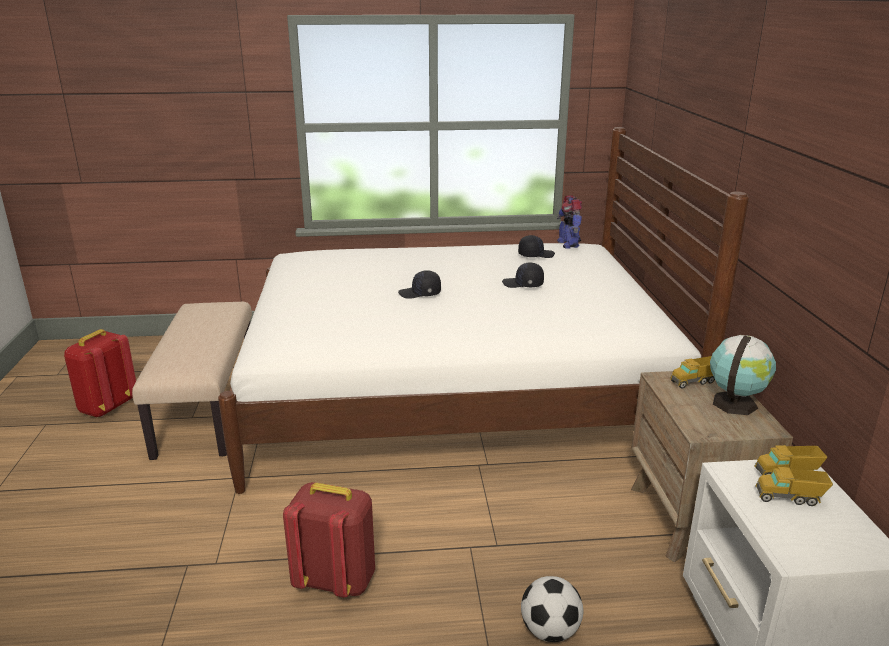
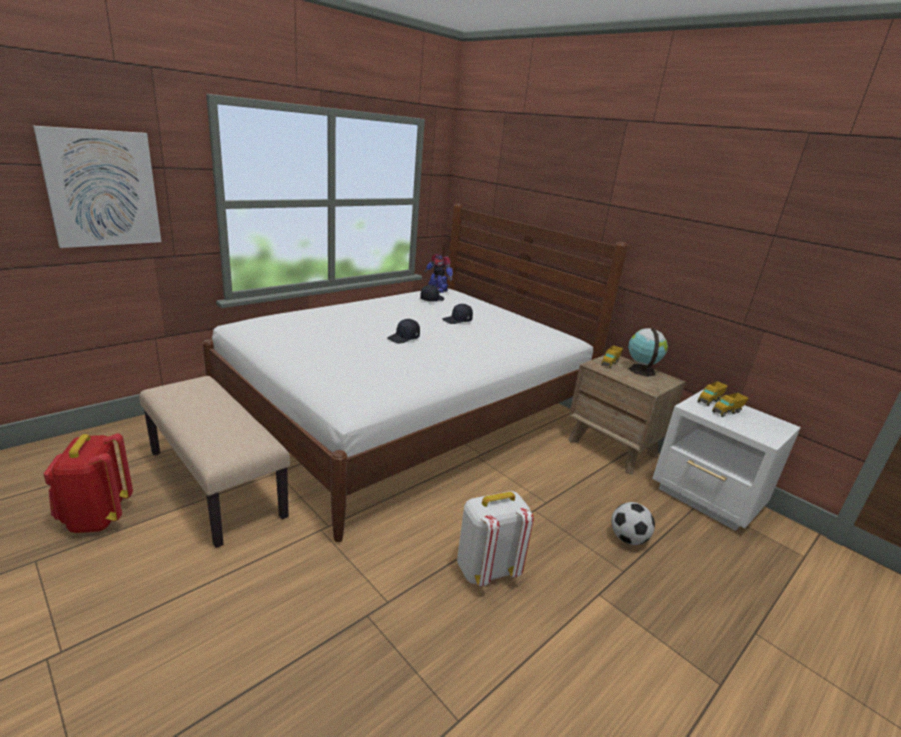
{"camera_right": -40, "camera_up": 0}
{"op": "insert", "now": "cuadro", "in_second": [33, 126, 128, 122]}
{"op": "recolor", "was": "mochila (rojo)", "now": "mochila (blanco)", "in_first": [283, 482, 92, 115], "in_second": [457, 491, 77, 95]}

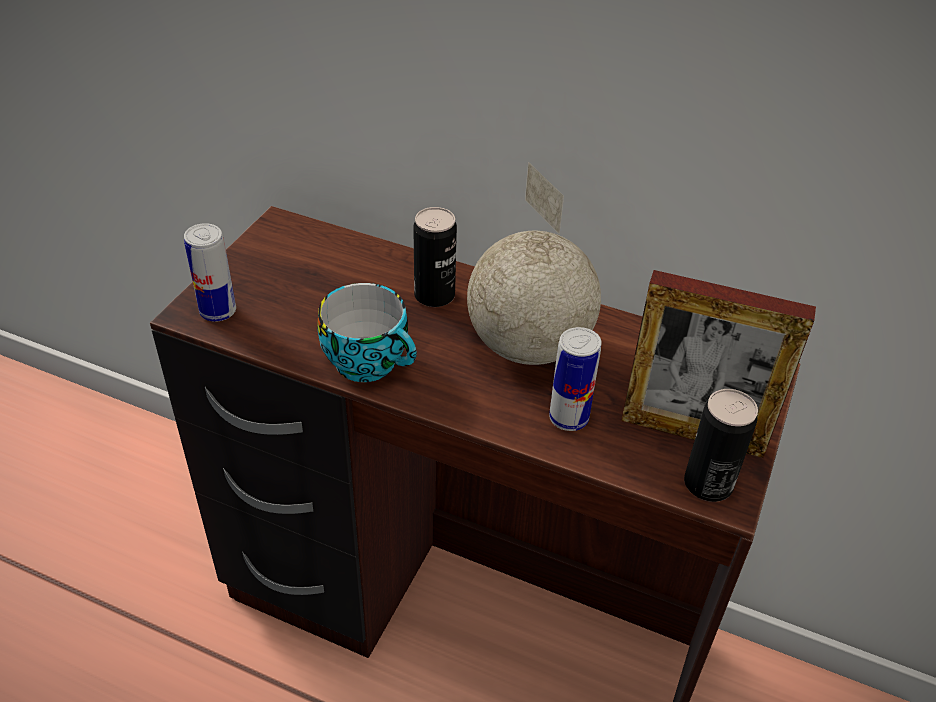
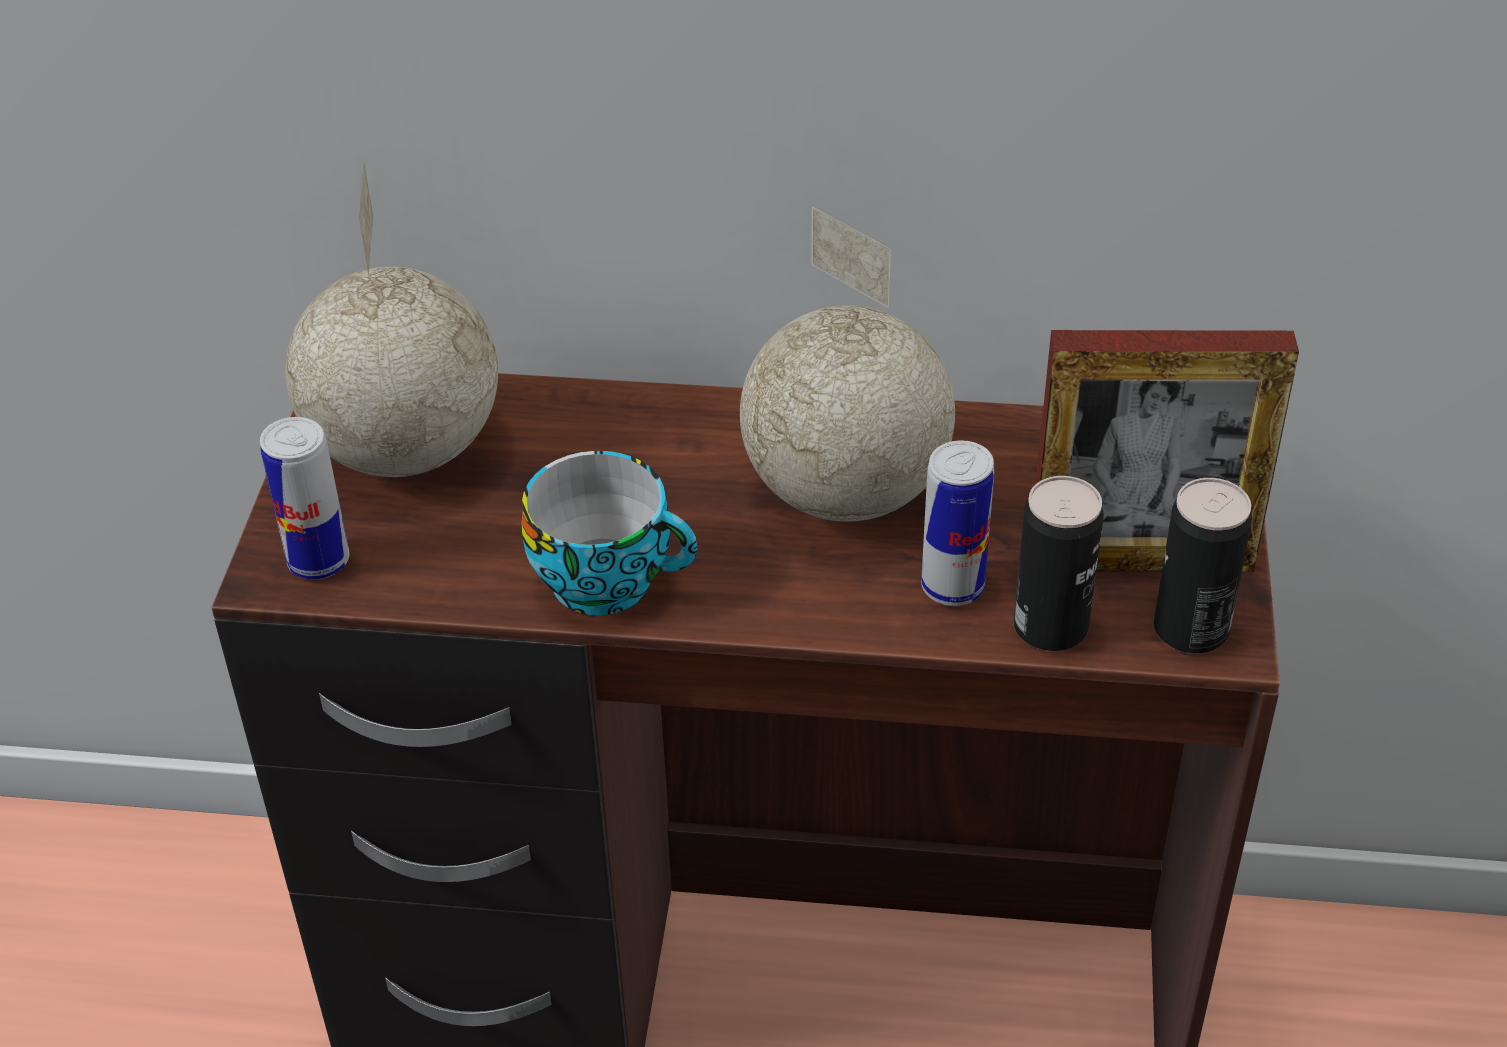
{"camera_right": -15, "camera_up": 0}
{"op": "insert", "now": "globo terráqueo", "in_second": [286, 162, 212, 315]}
{"op": "move", "was": "lata", "in_first": [413, 207, 44, 100], "in_second": [1013, 476, 91, 175]}

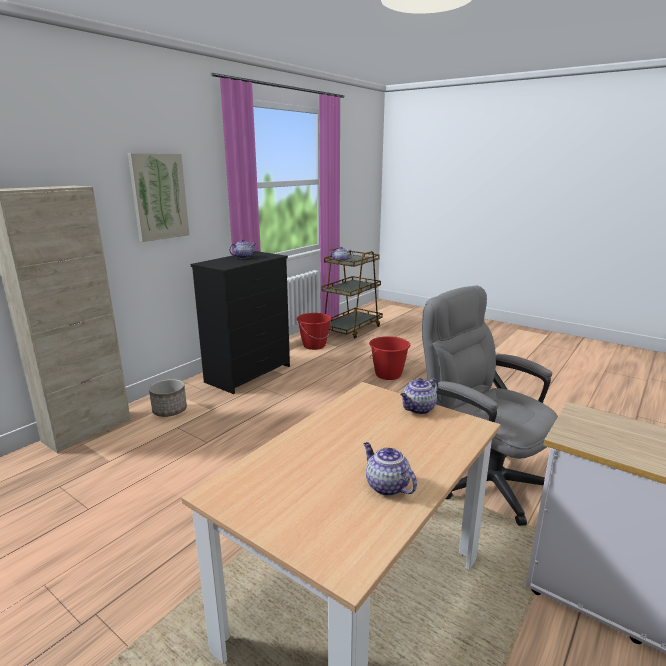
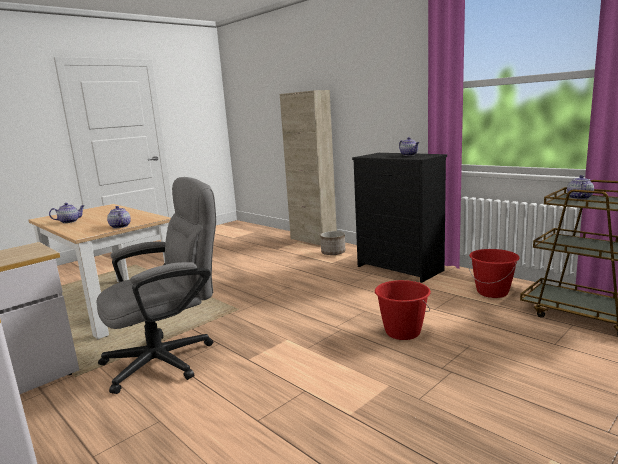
{"camera_right": 100, "camera_up": -5}
{"op": "delete", "was": "cuadro", "in_first": [128, 153, 61, 89]}

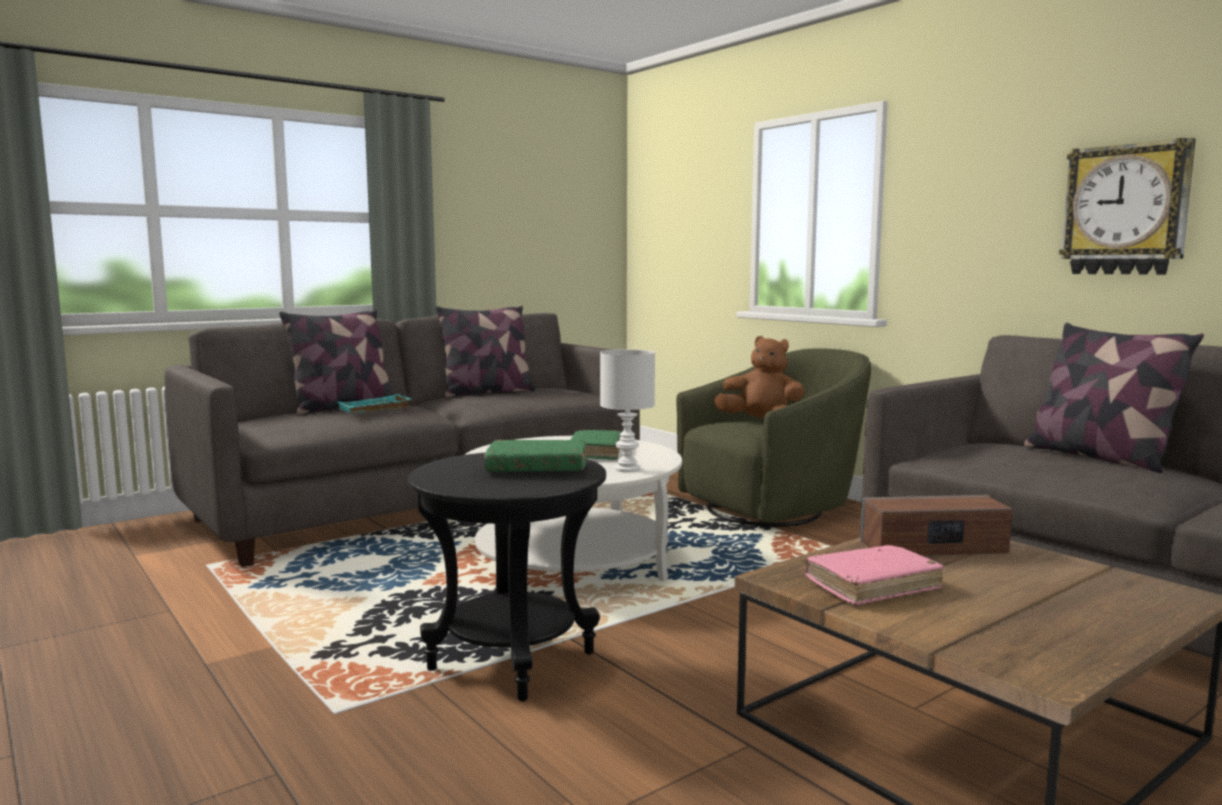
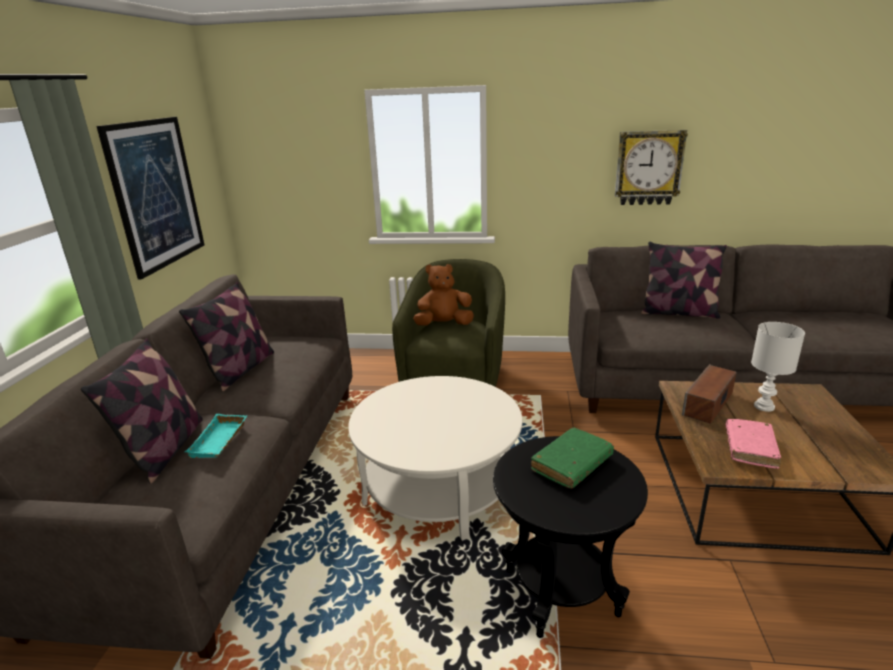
{"camera_right": -45, "camera_up": 15}
{"op": "insert", "now": "cuadro", "in_second": [96, 117, 108, 162]}
{"op": "move", "was": "lámpara de mesa (blanco)", "in_first": [600, 349, 55, 124], "in_second": [751, 322, 54, 90]}
{"op": "delete", "was": "libro (verde)", "in_first": [571, 430, 50, 30]}

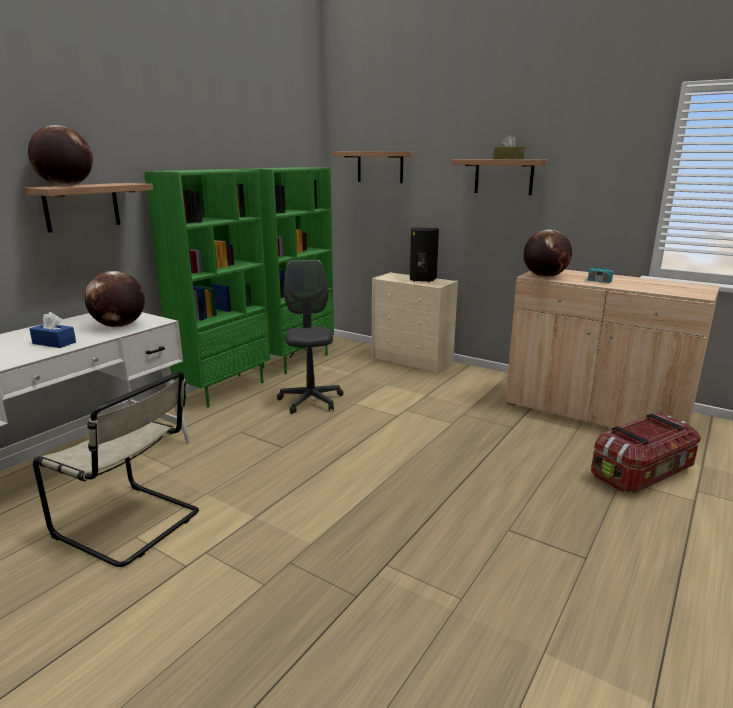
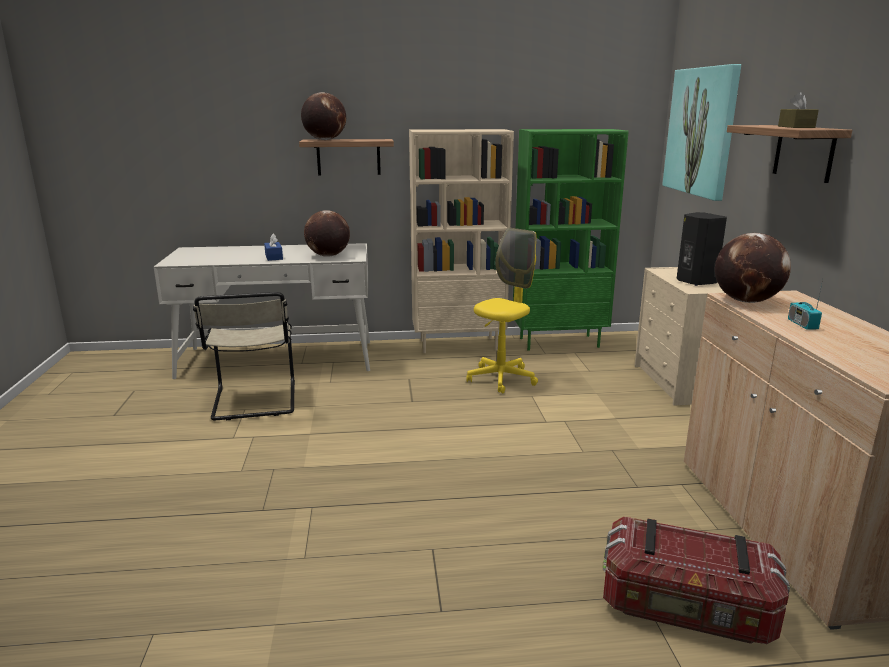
{"camera_right": 50, "camera_up": 0}
{"op": "recolor", "was": "estantería (verde)", "now": "estantería (beis)", "in_first": [144, 169, 126, 239], "in_second": [409, 129, 105, 224]}
{"op": "recolor", "was": "silla de oficina (gris)", "now": "silla de oficina (amarillo)", "in_first": [277, 260, 67, 154], "in_second": [466, 228, 72, 166]}
{"op": "replace", "was": "estante", "now": "cuadro", "in_first": [332, 151, 81, 32], "in_second": [662, 64, 79, 137]}

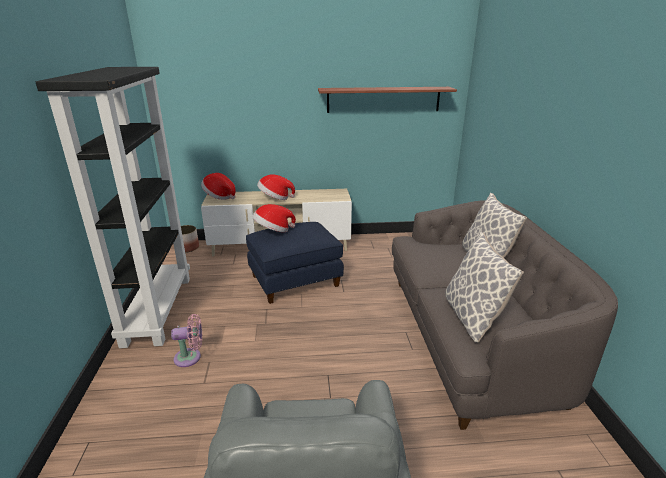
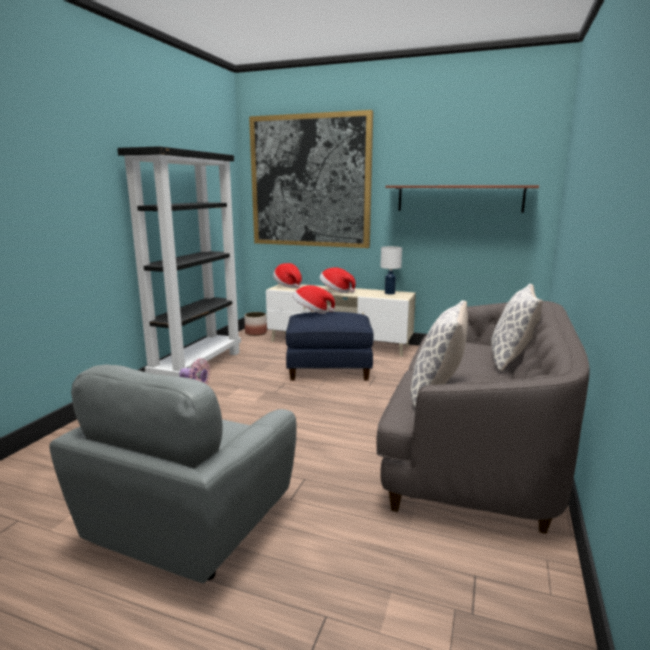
{"camera_right": 25, "camera_up": -10}
{"op": "insert", "now": "cuadro", "in_second": [249, 110, 124, 138]}
{"op": "insert", "now": "lámpara de mesa (blanco)", "in_second": [380, 246, 22, 49]}

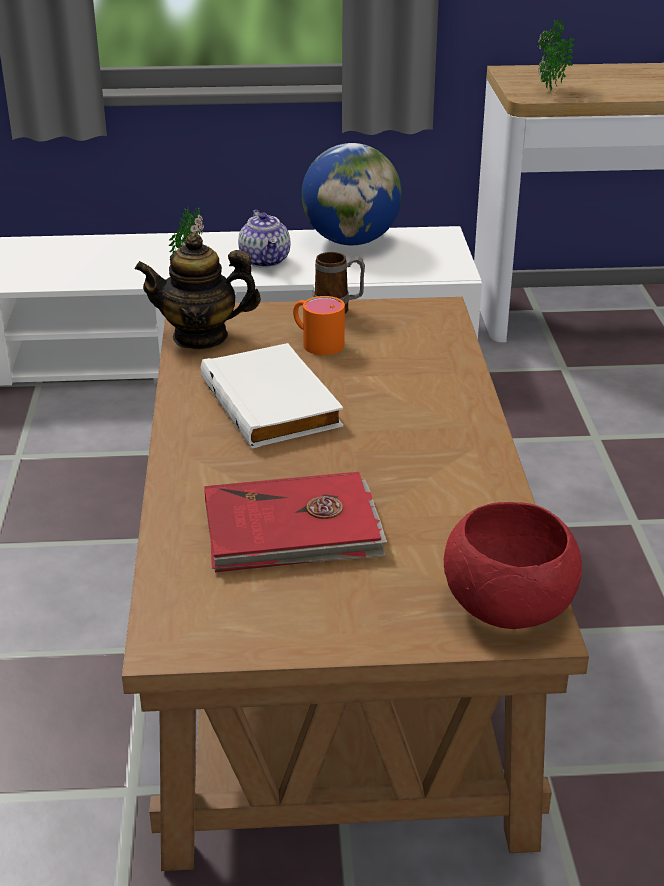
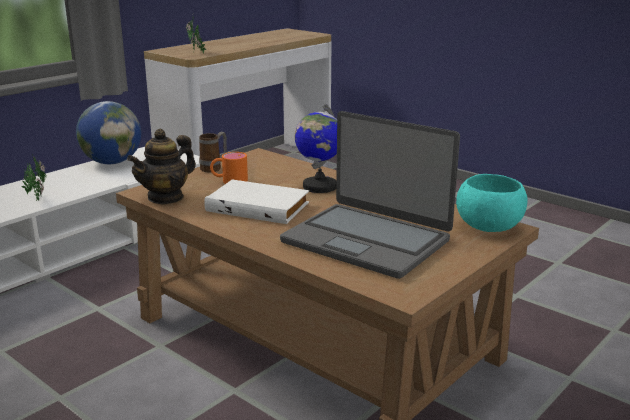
{"camera_right": -45, "camera_up": -10}
{"op": "replace", "was": "libro (rojo)", "now": "portátil", "in_first": [204, 472, 183, 100], "in_second": [280, 111, 180, 168]}
{"op": "insert", "now": "globo terráqueo", "in_second": [295, 104, 42, 89]}
{"op": "recolor", "was": "cuenco (rojo)", "now": "cuenco (turquesa)", "in_first": [444, 502, 138, 127], "in_second": [456, 174, 71, 58]}
{"op": "delete", "was": "tetera", "in_first": [238, 210, 52, 58]}

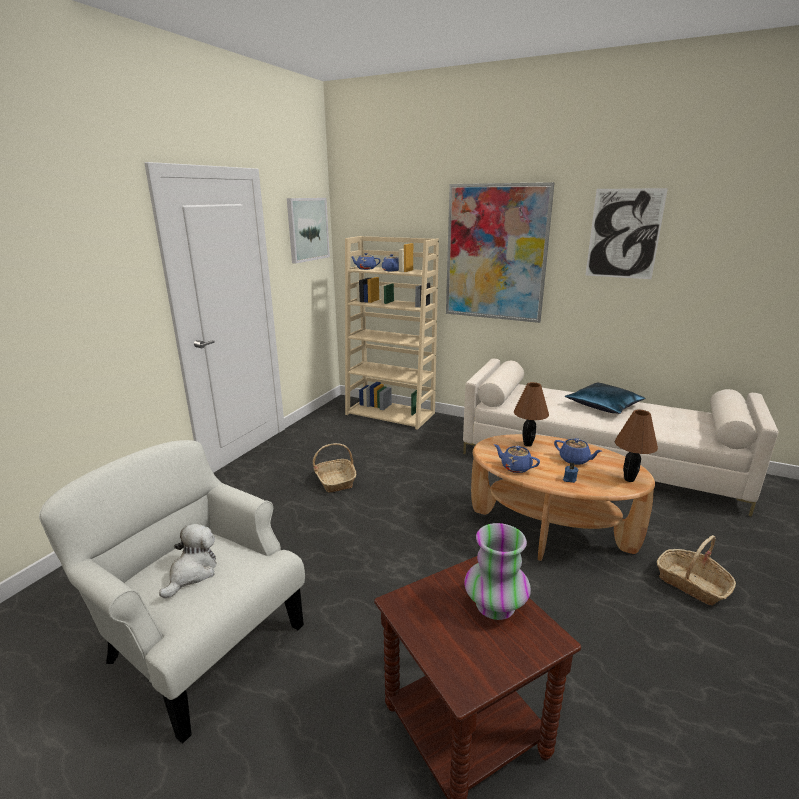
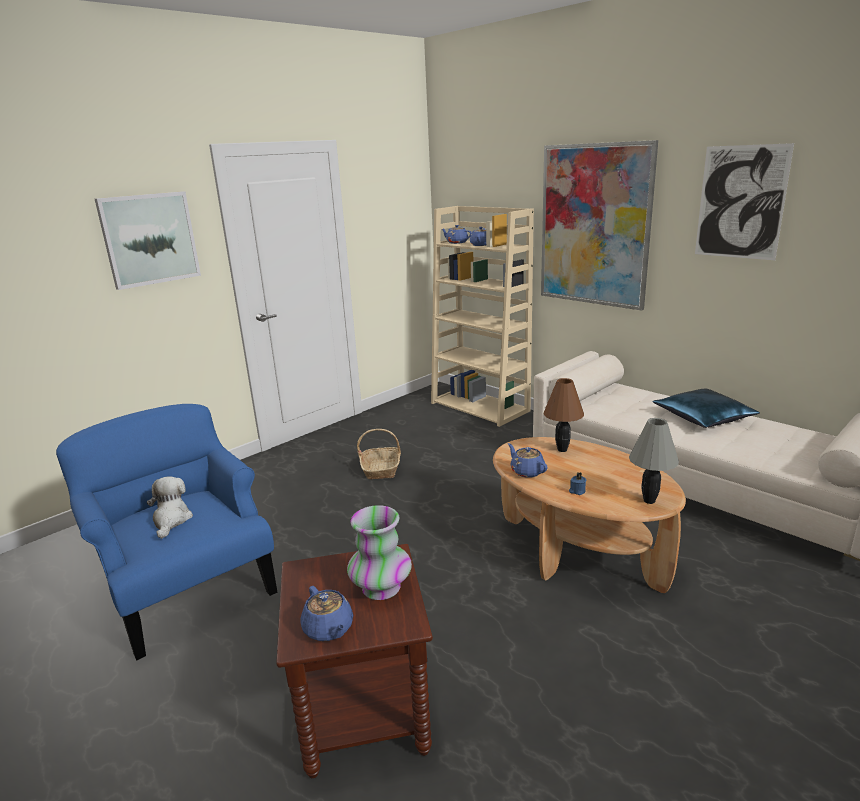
{"camera_right": 20, "camera_up": 0}
{"op": "recolor", "was": "sillón (blanco)", "now": "sillón (azul)", "in_first": [39, 440, 266, 304], "in_second": [56, 404, 221, 256]}
{"op": "move", "was": "cuadro", "in_first": [287, 198, 43, 66], "in_second": [95, 191, 106, 99]}
{"op": "rotate", "was": "peluche", "in_first": [159, 524, 58, 75], "in_second": [147, 477, 46, 62], "clockwise": -45}
{"op": "move", "was": "tetera (azul)", "in_first": [554, 438, 47, 27], "in_second": [300, 586, 53, 55]}
{"op": "recolor", "was": "lámpara de mesa (marrón)", "now": "lámpara de mesa (gris)", "in_first": [615, 410, 43, 72], "in_second": [629, 418, 50, 86]}
{"op": "delete", "was": "cesta", "in_first": [657, 535, 79, 71]}

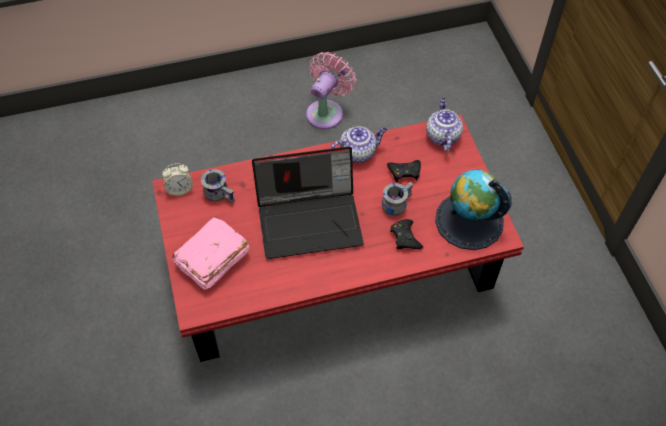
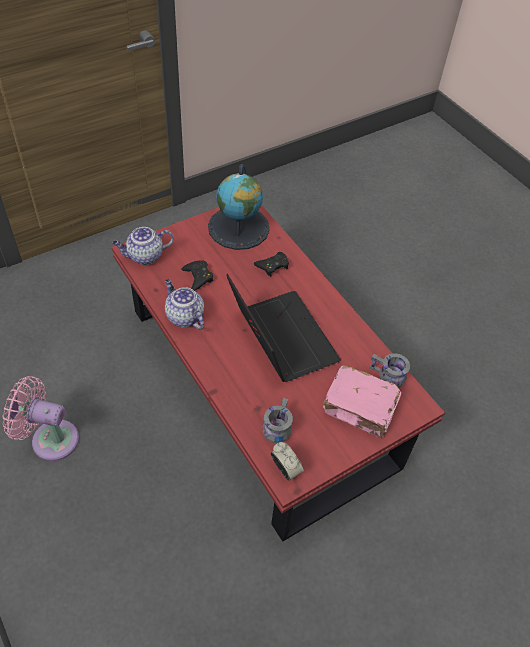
{"camera_right": -110, "camera_up": -5}
{"op": "move", "was": "taza grande (gris)", "in_first": [381, 182, 32, 34], "in_second": [369, 353, 41, 35]}

